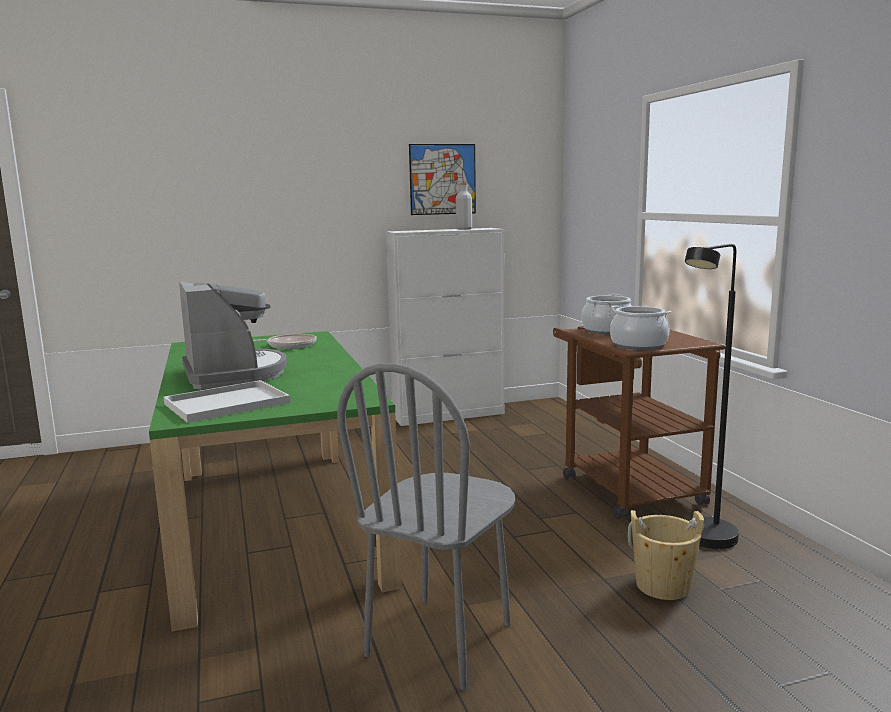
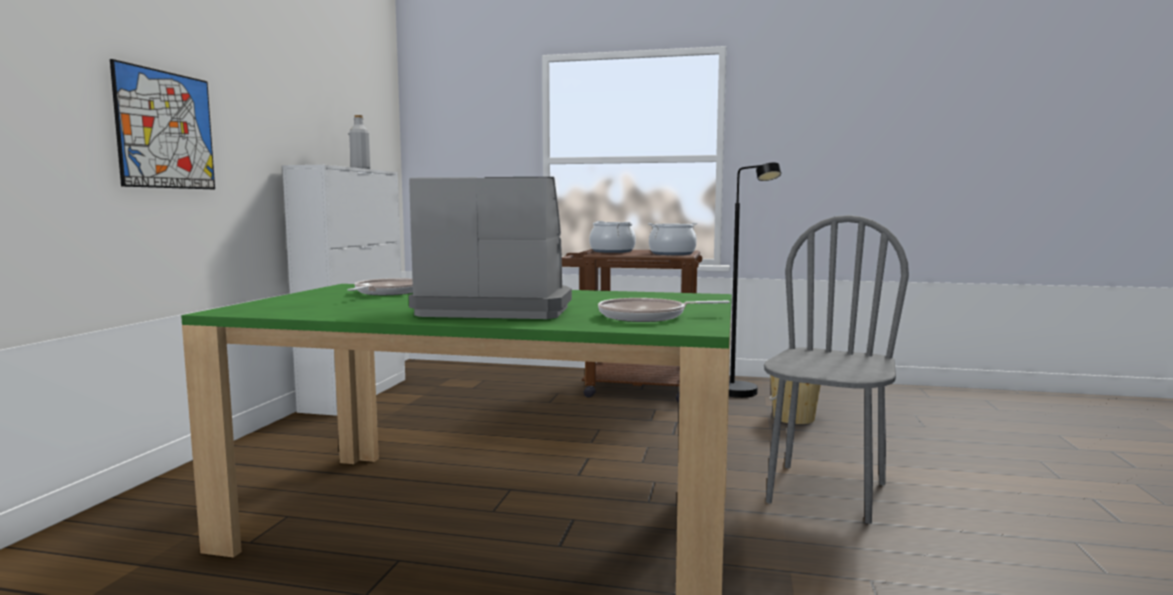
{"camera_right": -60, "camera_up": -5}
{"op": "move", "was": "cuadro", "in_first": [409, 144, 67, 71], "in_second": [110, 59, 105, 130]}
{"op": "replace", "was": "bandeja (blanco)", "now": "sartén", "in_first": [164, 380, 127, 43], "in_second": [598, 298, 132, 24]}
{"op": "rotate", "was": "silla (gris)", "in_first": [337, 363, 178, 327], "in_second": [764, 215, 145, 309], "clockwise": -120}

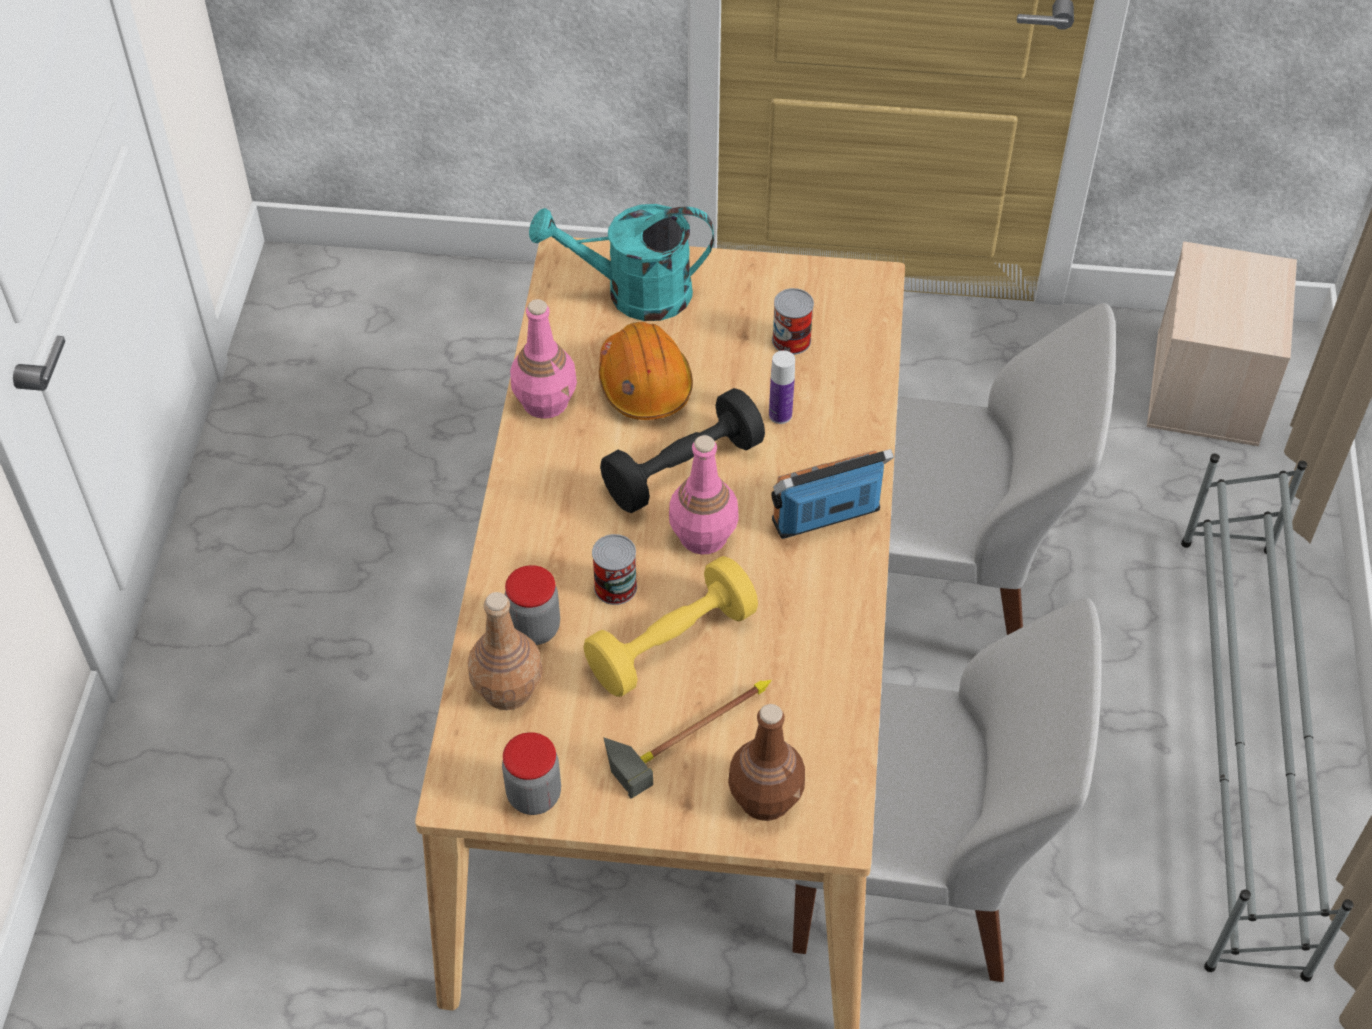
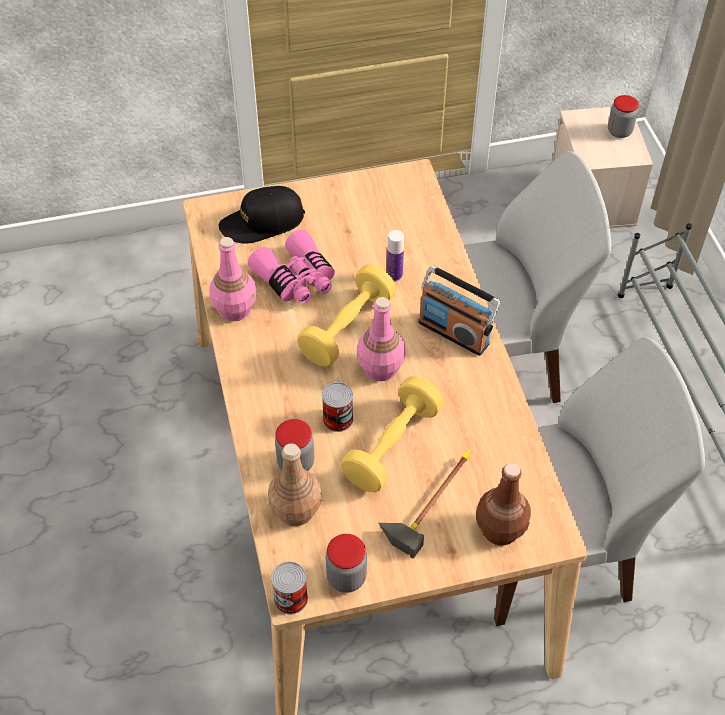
{"camera_right": -20, "camera_up": 0}
{"op": "replace", "was": "regadera (turquesa)", "now": "gorra (negro)", "in_first": [529, 204, 185, 117], "in_second": [219, 186, 86, 58]}
{"op": "replace", "was": "casco (naranja)", "now": "prismáticos (rosa)", "in_first": [599, 322, 94, 98], "in_second": [248, 229, 87, 75]}
{"op": "move", "was": "lata", "in_first": [772, 288, 42, 67], "in_second": [271, 562, 37, 52]}
{"op": "recolor", "was": "mancuerna (negro)", "now": "mancuerna (amarillo)", "in_first": [600, 388, 165, 125], "in_second": [297, 264, 99, 103]}
{"op": "rotate", "was": "radio", "in_first": [771, 449, 123, 90], "in_second": [418, 266, 82, 90], "clockwise": -105}
{"op": "insert", "now": "tarro", "in_second": [608, 95, 31, 43]}

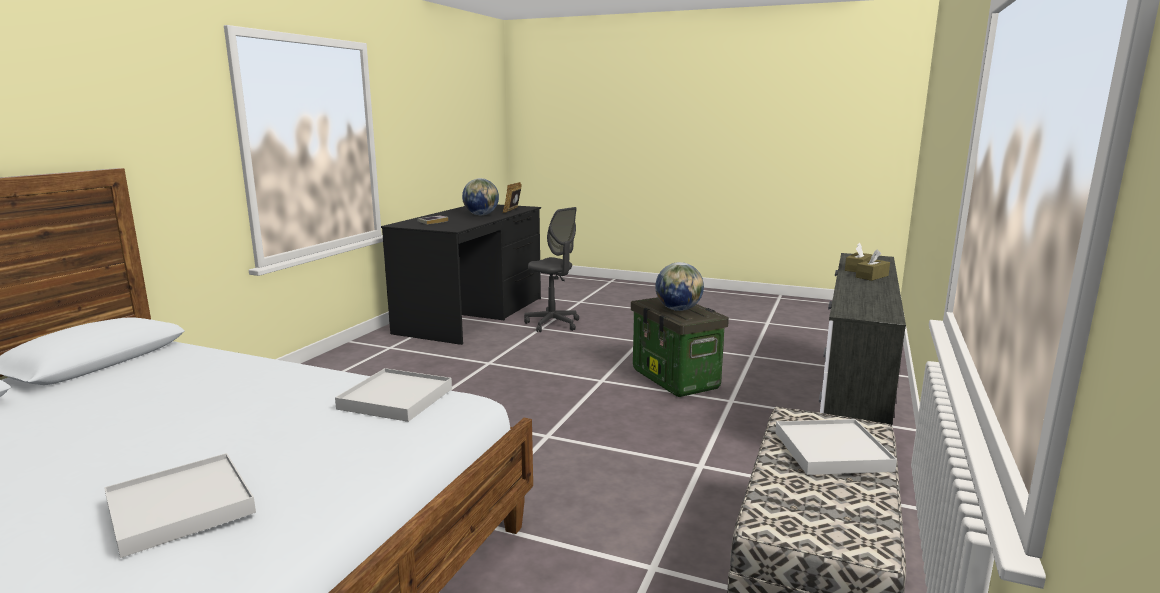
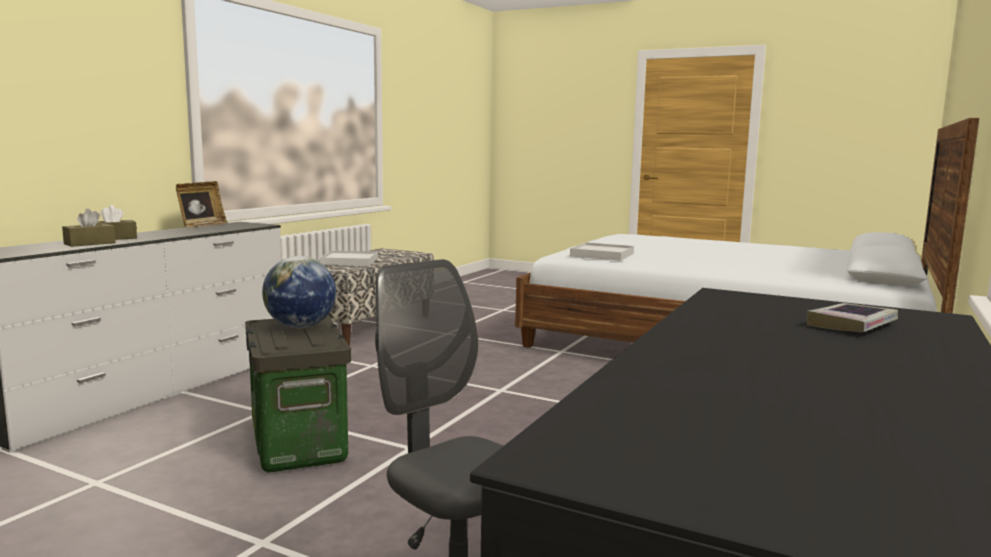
{"camera_right": -175, "camera_up": -5}
{"op": "move", "was": "portarretratos", "in_first": [502, 182, 20, 31], "in_second": [176, 181, 51, 47]}
{"op": "delete", "was": "bandeja (blanco)", "in_first": [104, 453, 152, 105]}
{"op": "delete", "was": "globo terráqueo", "in_first": [462, 178, 37, 37]}

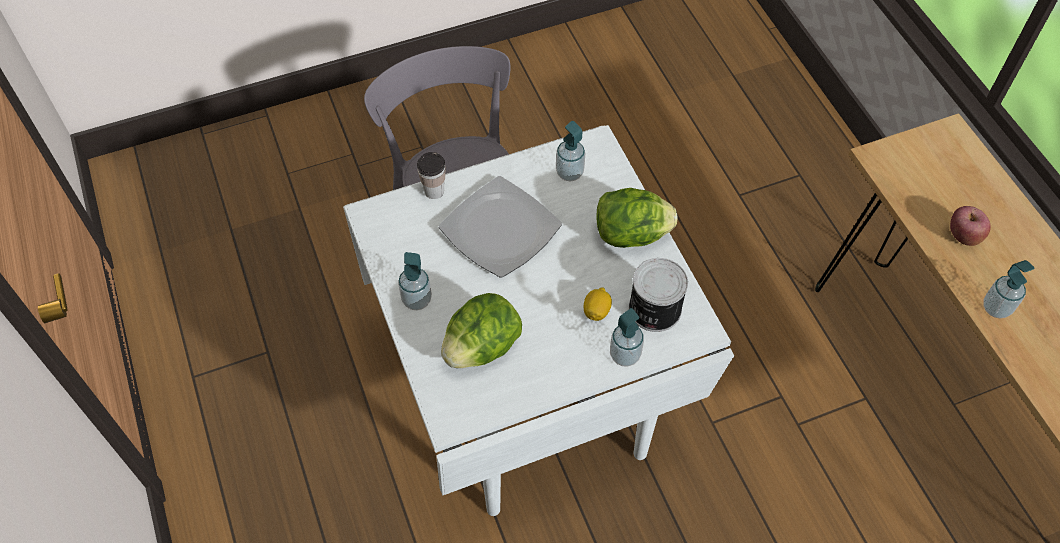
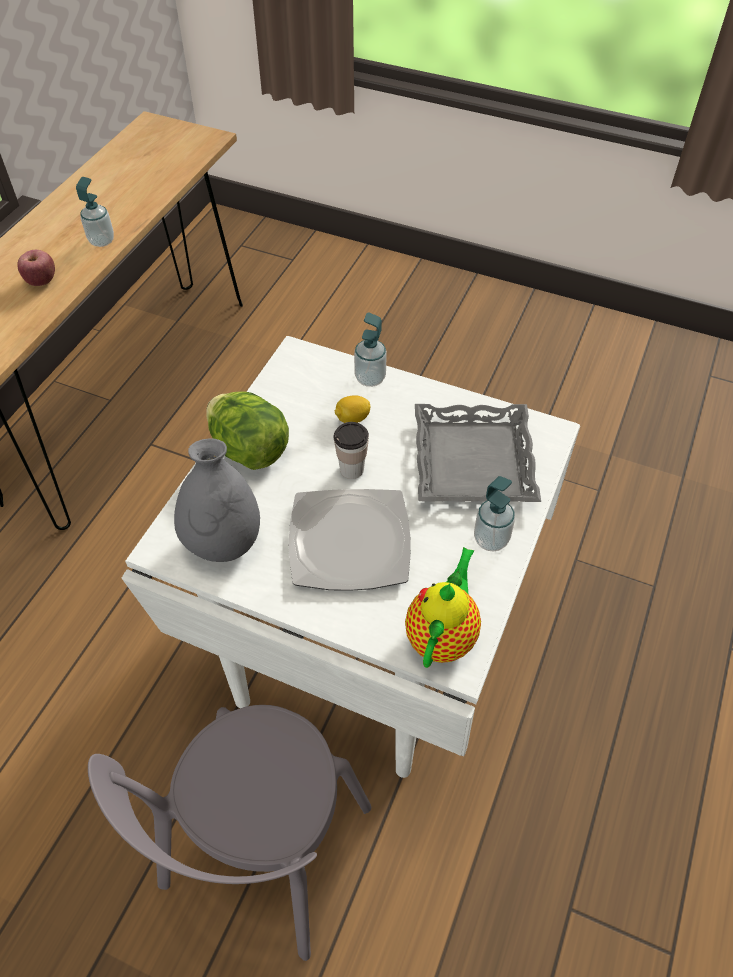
{"camera_right": -135, "camera_up": -5}
{"op": "replace", "was": "dispensador de jabón", "now": "florero (gris)", "in_first": [556, 121, 29, 60], "in_second": [174, 439, 86, 123]}
{"op": "move", "was": "taza", "in_first": [417, 152, 29, 47], "in_second": [334, 422, 35, 57]}
{"op": "insert", "now": "tetera", "in_second": [405, 547, 76, 121]}
{"op": "replace", "was": "lechuga", "now": "bandeja (gris)", "in_first": [441, 293, 81, 75], "in_second": [415, 404, 126, 98]}
{"op": "delete", "was": "lata", "in_first": [629, 258, 59, 74]}

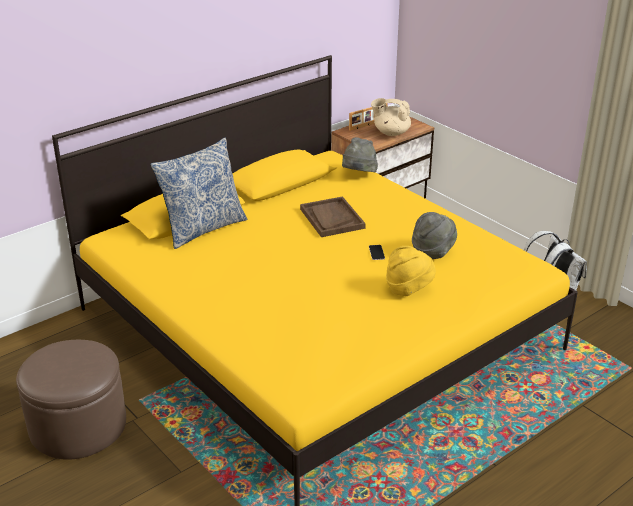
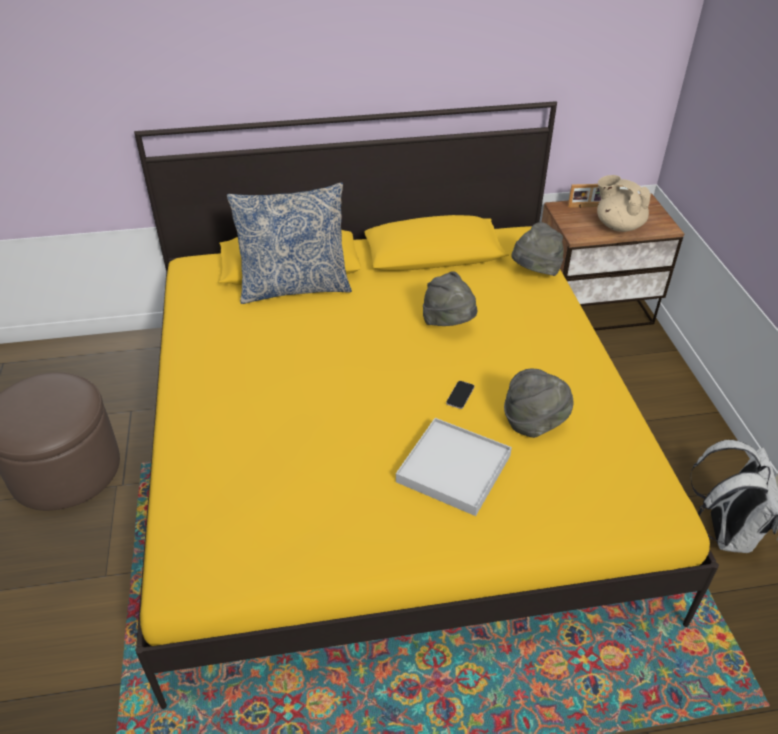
{"camera_right": 30, "camera_up": 10}
{"op": "replace", "was": "sombrero (amarillo)", "now": "bandeja (blanco)", "in_first": [386, 246, 50, 50], "in_second": [396, 418, 116, 98]}
{"op": "replace", "was": "bandeja (marrón)", "now": "sombrero (gris)", "in_first": [300, 196, 66, 41], "in_second": [423, 271, 55, 55]}

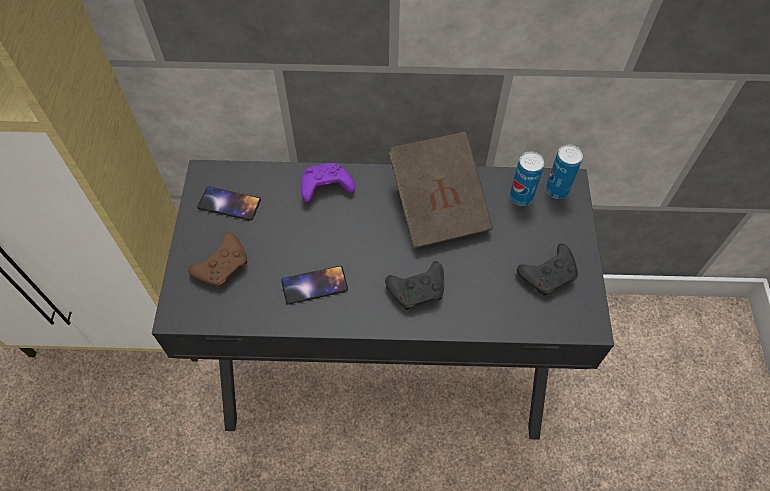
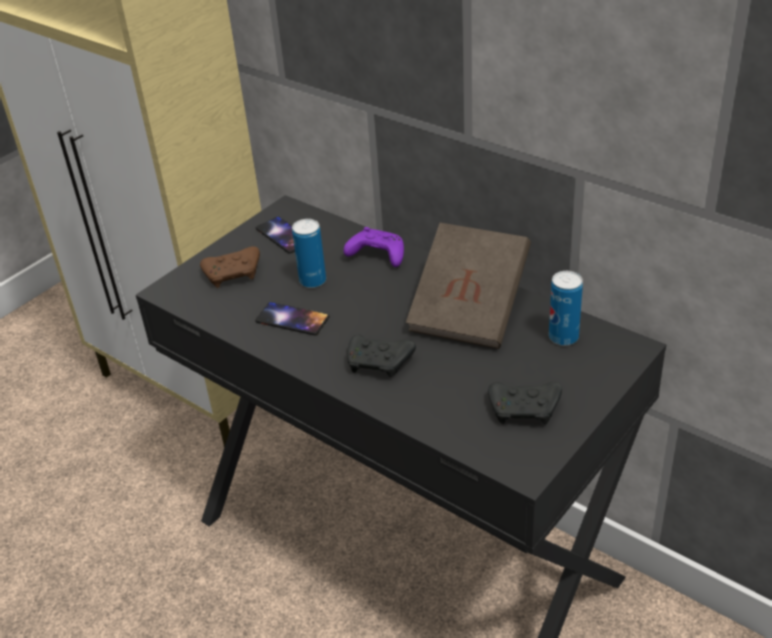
{"camera_right": 40, "camera_up": -20}
{"op": "move", "was": "lata", "in_first": [546, 145, 37, 54], "in_second": [292, 219, 34, 69]}

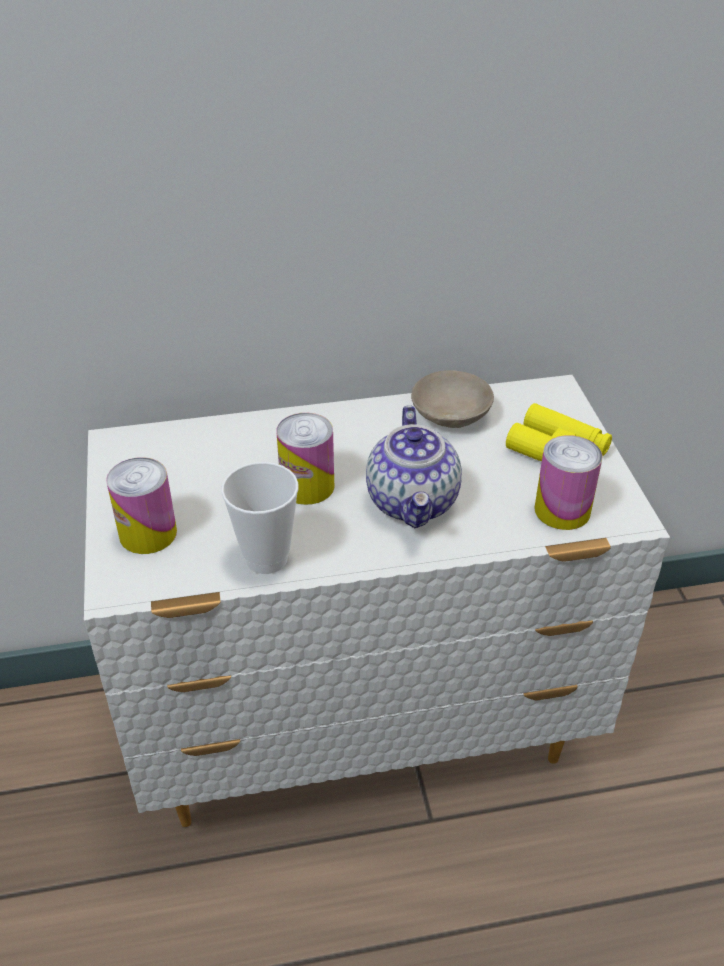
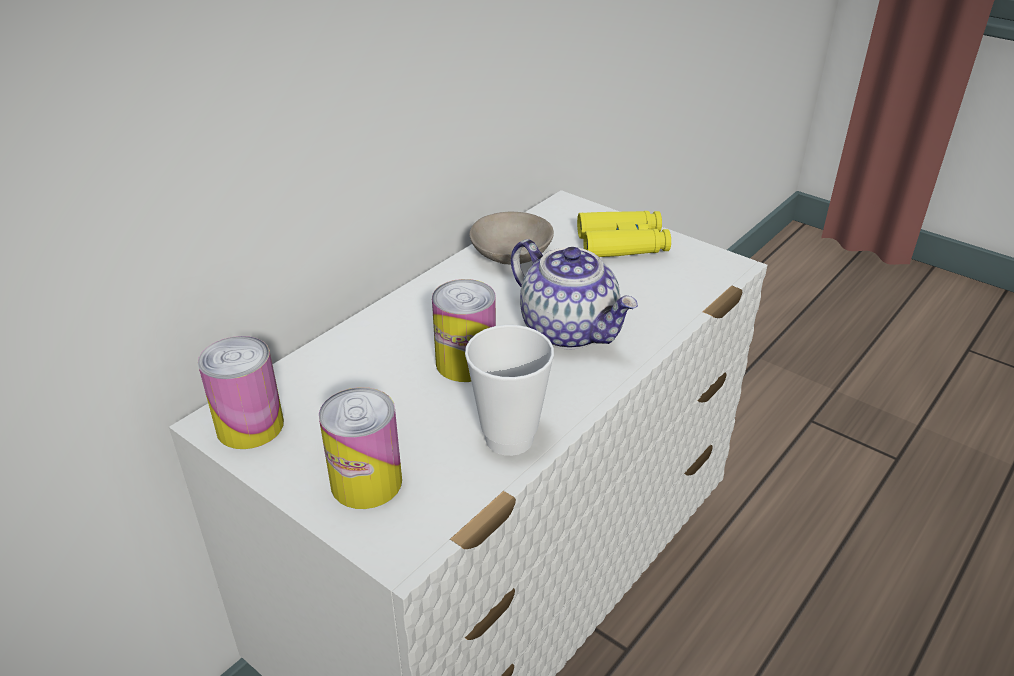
{"camera_right": -40, "camera_up": -5}
{"op": "move", "was": "lata", "in_first": [534, 435, 69, 95], "in_second": [198, 336, 86, 113]}

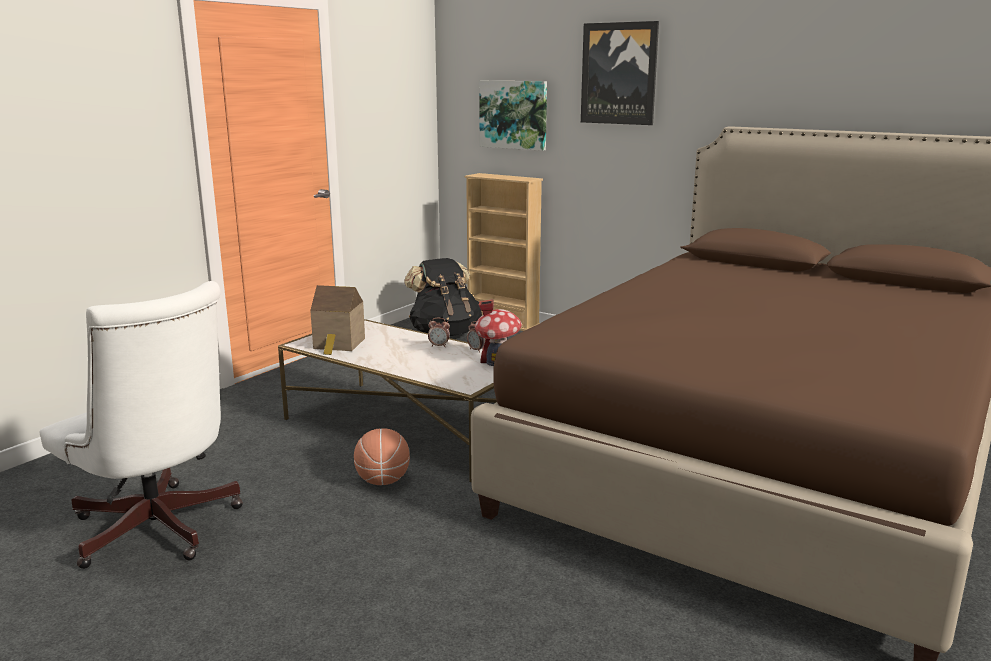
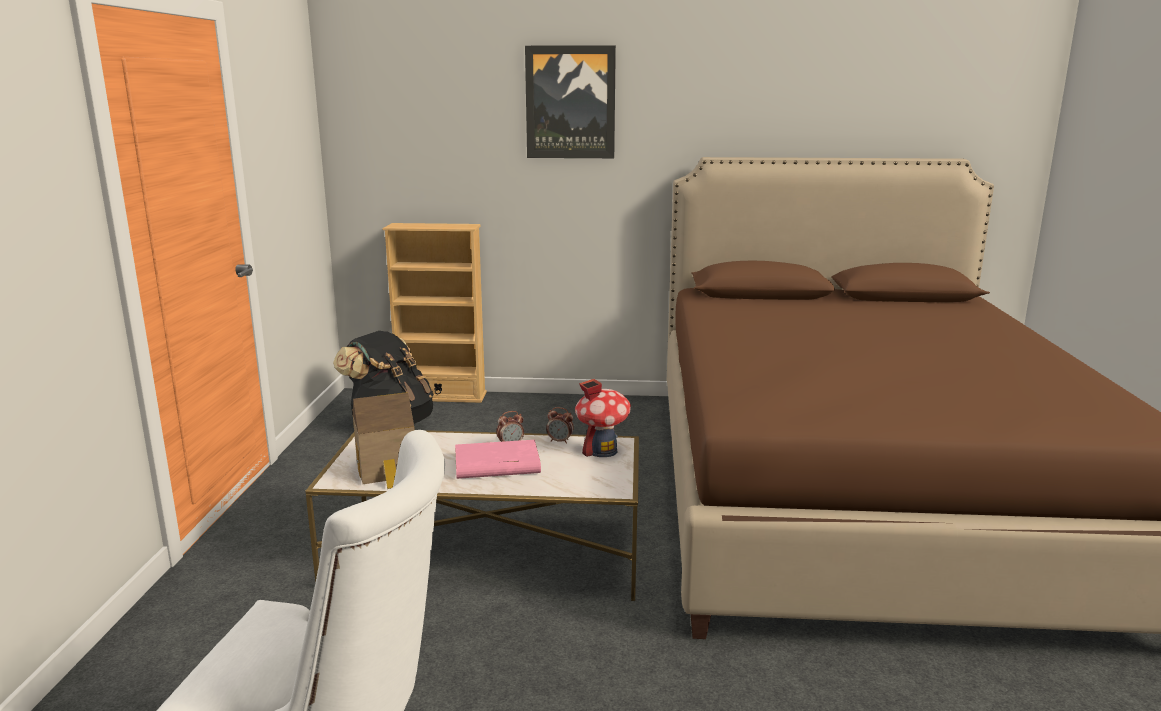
{"camera_right": -30, "camera_up": 0}
{"op": "insert", "now": "libro (rosa)", "in_second": [455, 440, 86, 39]}
{"op": "delete", "was": "balón de baloncesto", "in_first": [354, 428, 56, 57]}
{"op": "delete", "was": "cuadro", "in_first": [479, 81, 68, 70]}

